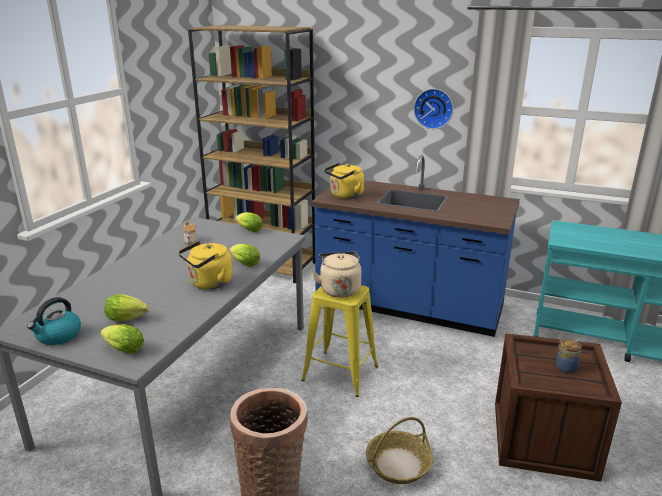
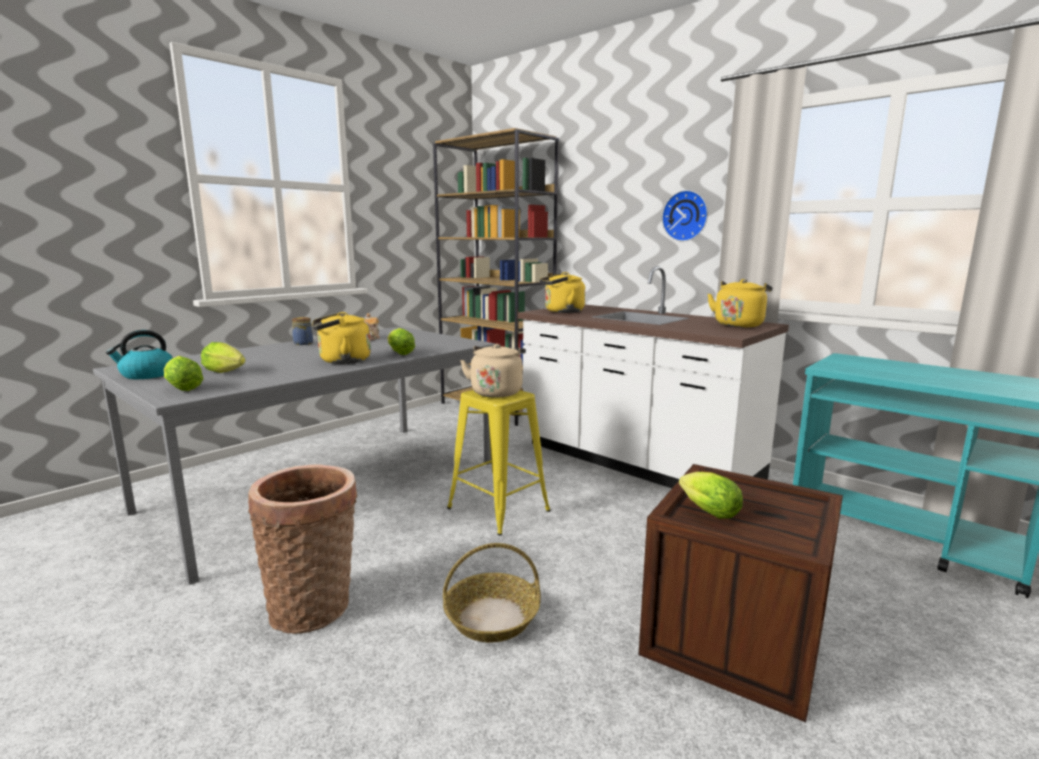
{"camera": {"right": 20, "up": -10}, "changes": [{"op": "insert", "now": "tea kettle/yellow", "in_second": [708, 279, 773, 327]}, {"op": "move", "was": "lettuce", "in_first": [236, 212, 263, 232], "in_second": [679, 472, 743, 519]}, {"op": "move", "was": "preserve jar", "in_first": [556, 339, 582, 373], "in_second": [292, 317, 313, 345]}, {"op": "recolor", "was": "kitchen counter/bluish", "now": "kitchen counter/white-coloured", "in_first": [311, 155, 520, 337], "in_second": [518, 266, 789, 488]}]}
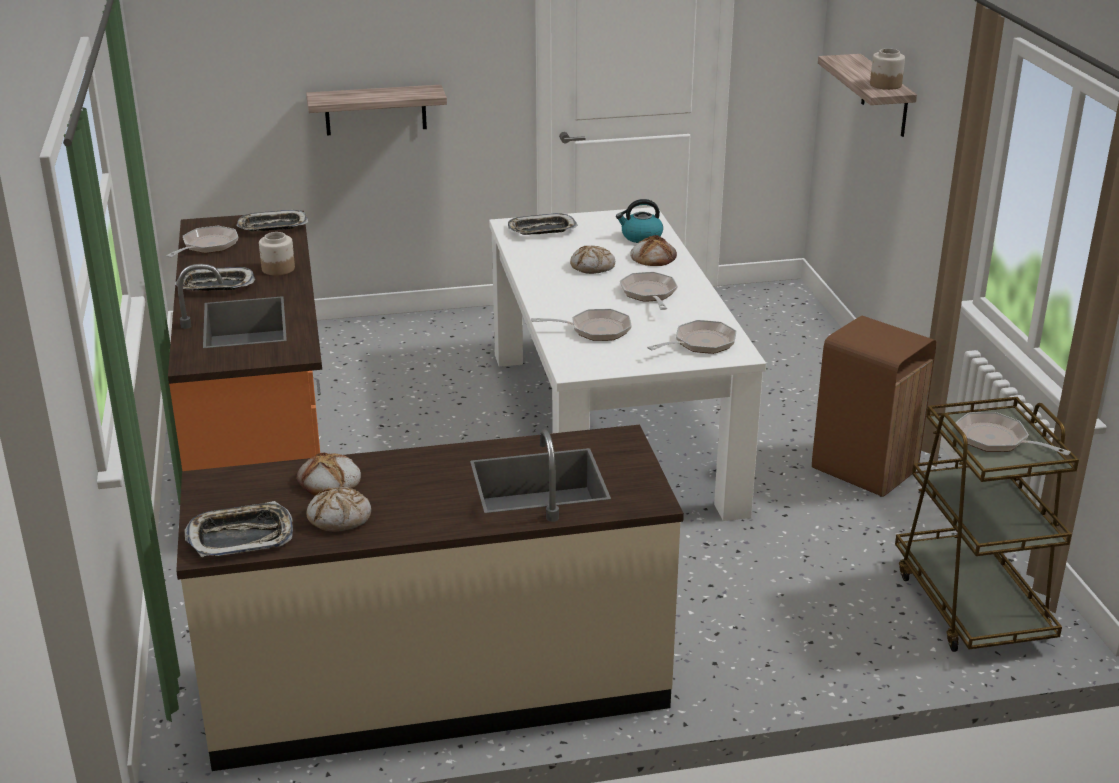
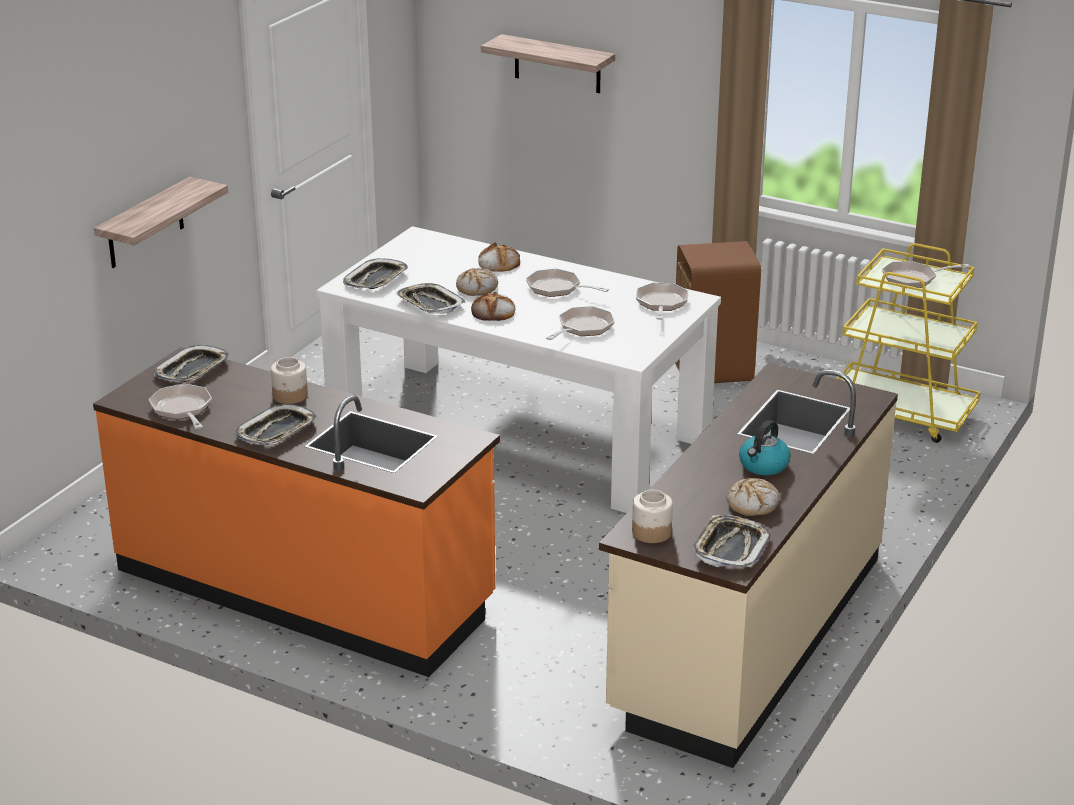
{"camera": {"right": -50, "up": 0}, "changes": [{"op": "insert", "now": "carrying tray", "in_second": [395, 283, 466, 314]}, {"op": "move", "was": "bakery bread", "in_first": [297, 452, 361, 495], "in_second": [471, 291, 515, 321]}, {"op": "move", "was": "tea kettle", "in_first": [616, 199, 663, 243], "in_second": [739, 420, 791, 475]}, {"op": "move", "was": "preserve jar", "in_first": [870, 48, 905, 90], "in_second": [632, 490, 673, 543]}, {"op": "recolor", "was": "wheeled cart/brown-coloured", "now": "wheeled cart/yellow", "in_first": [895, 397, 1079, 652], "in_second": [837, 243, 981, 443]}]}
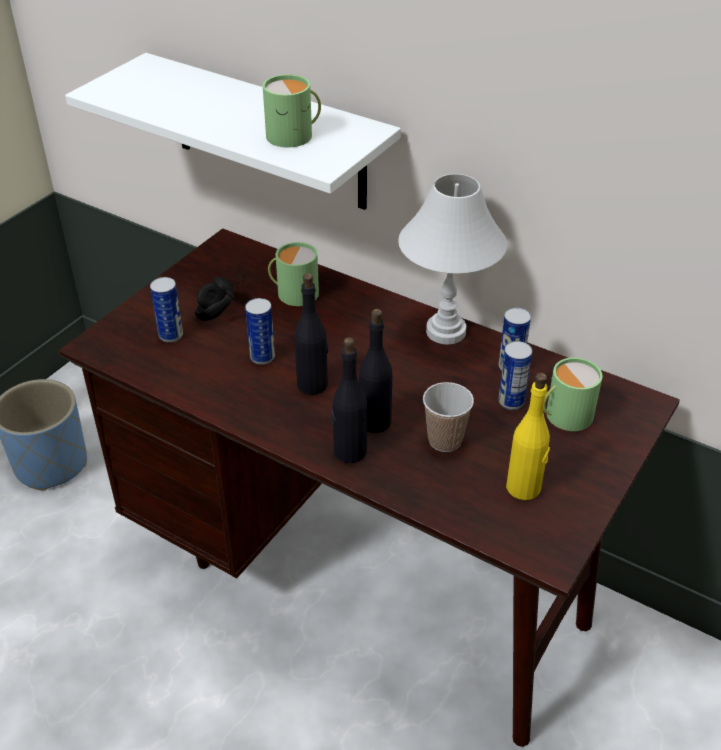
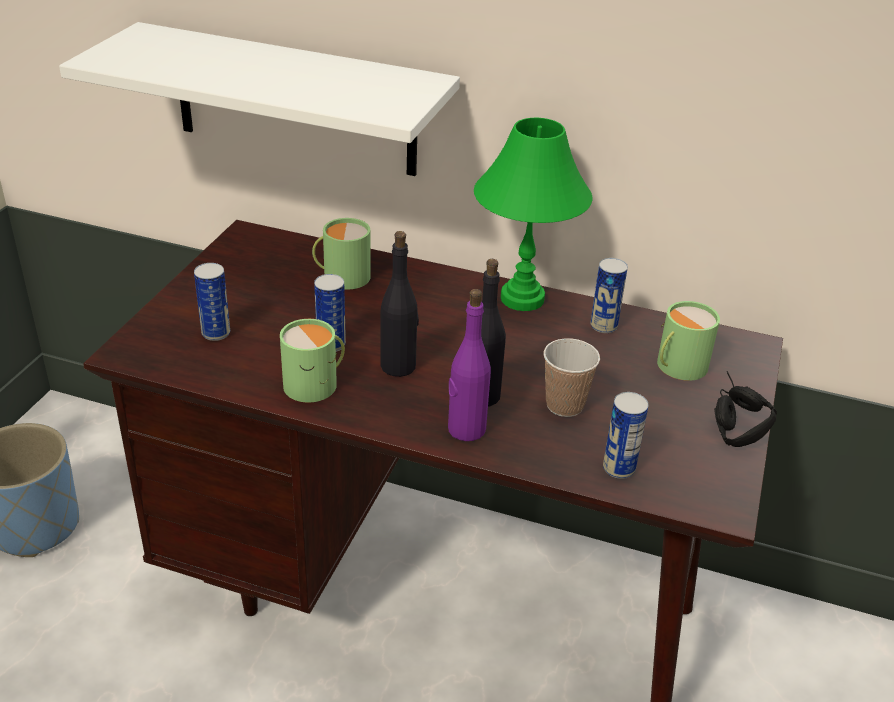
{"camera": {"right": -15, "up": -5}, "changes": [{"op": "delete", "was": "drink bottle/yellow", "in_first": [506, 373, 550, 500]}, {"op": "move", "was": "pair of headphones/black", "in_first": [194, 268, 241, 321], "in_second": [714, 371, 777, 447]}, {"op": "move", "was": "coffee mug/green", "in_first": [263, 74, 321, 147], "in_second": [280, 319, 345, 402]}, {"op": "move", "was": "sealed can", "in_first": [498, 341, 532, 410], "in_second": [603, 392, 649, 479]}, {"op": "recolor", "was": "drink bottle/black", "now": "drink bottle/purple-coloured", "in_first": [331, 337, 367, 463], "in_second": [448, 289, 491, 441]}, {"op": "recolor", "was": "lamp for a table/white-coloured", "now": "lamp for a table/green", "in_first": [398, 174, 507, 345], "in_second": [474, 118, 592, 311]}]}
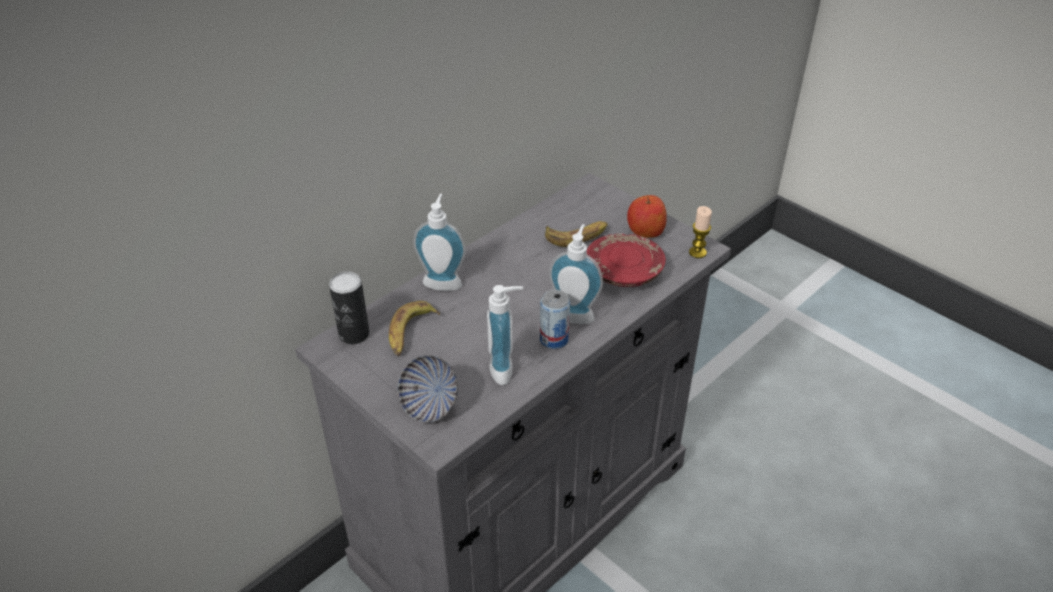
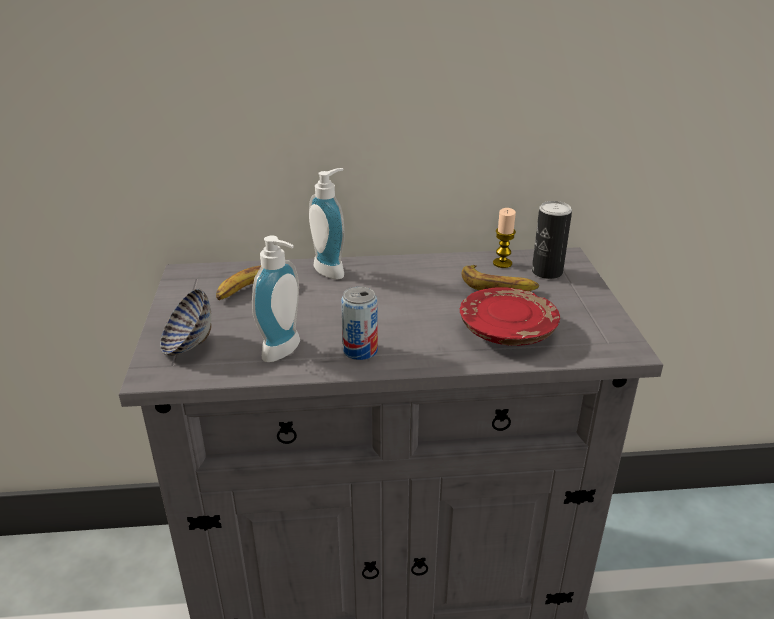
{"camera": {"right": 40, "up": -10}, "changes": [{"op": "delete", "was": "soap bottle", "in_first": [549, 224, 603, 324]}, {"op": "delete", "was": "apple", "in_first": [627, 195, 667, 238]}, {"op": "move", "was": "sealed can", "in_first": [329, 271, 370, 344], "in_second": [532, 201, 572, 279]}, {"op": "move", "was": "wax light", "in_first": [689, 206, 712, 258], "in_second": [493, 208, 516, 268]}]}
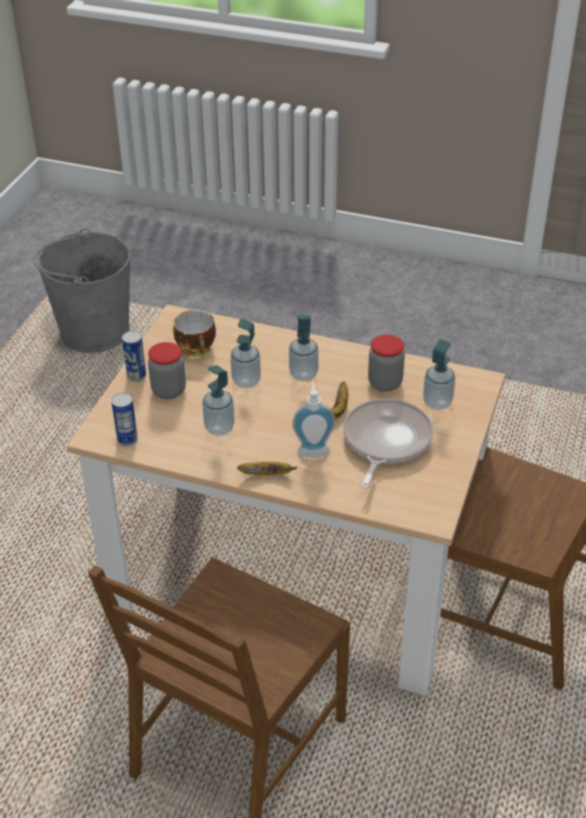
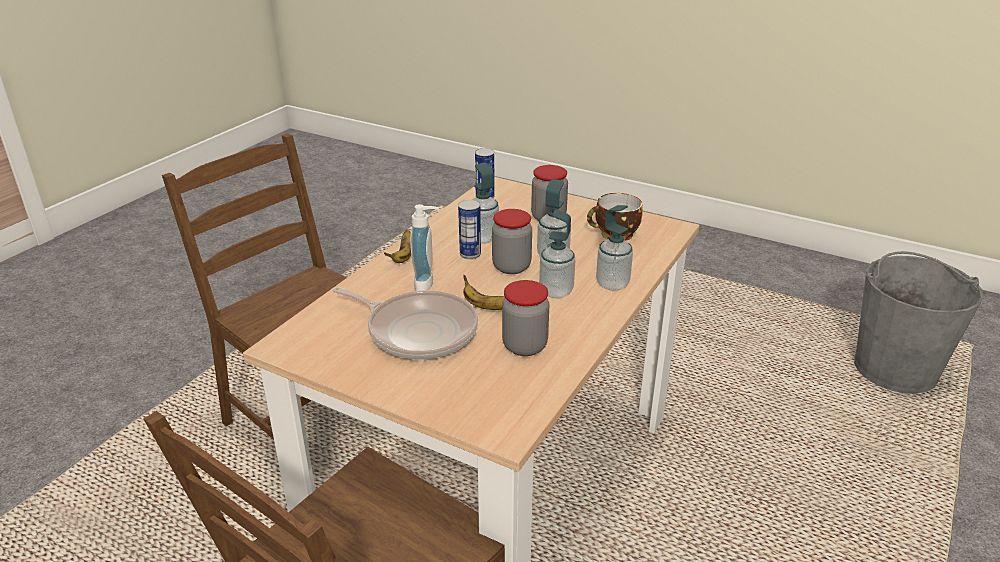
{"camera": {"right": 100, "up": -10}, "changes": [{"op": "insert", "now": "preserve jar", "in_second": [492, 209, 532, 274]}, {"op": "move", "was": "sealed can", "in_first": [122, 331, 146, 382], "in_second": [458, 200, 481, 259]}, {"op": "move", "was": "soap bottle", "in_first": [423, 339, 455, 410], "in_second": [596, 205, 633, 291]}]}
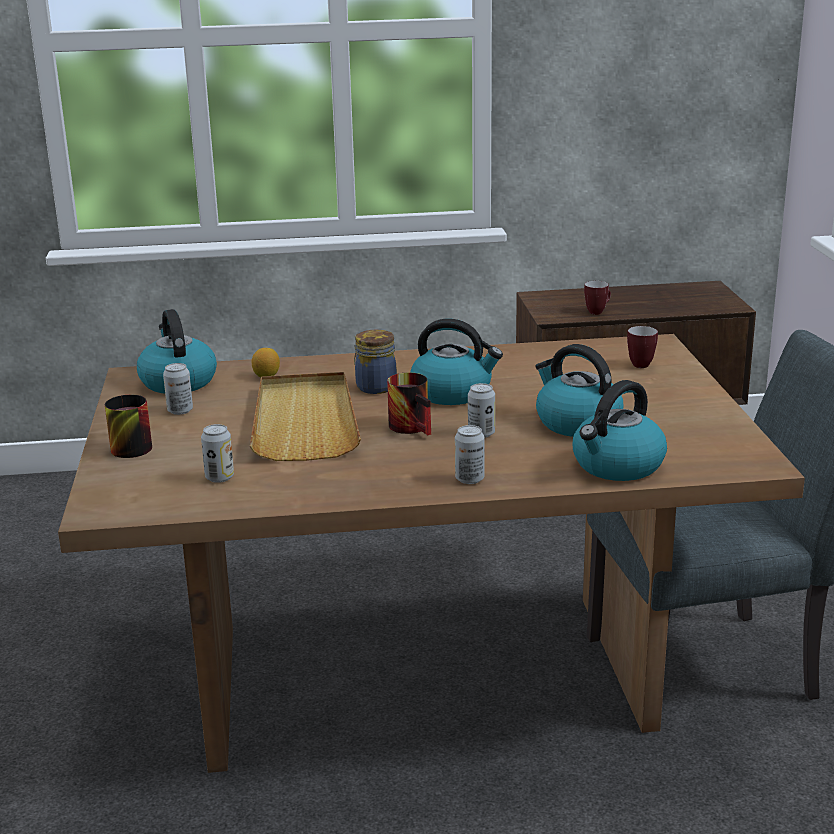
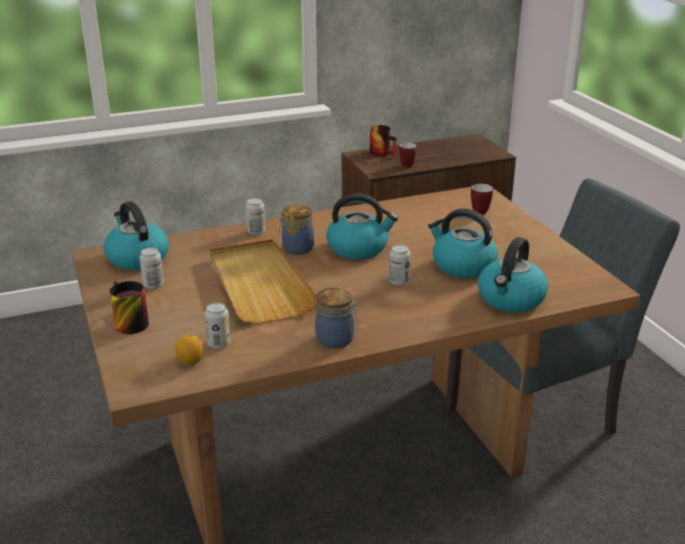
{"camera": {"right": -15, "up": 5}, "changes": [{"op": "insert", "now": "preserve jar", "in_second": [315, 287, 358, 349]}, {"op": "move", "was": "citrus fruit", "in_first": [252, 348, 280, 377], "in_second": [175, 335, 203, 366]}, {"op": "move", "was": "coffee mug", "in_first": [387, 373, 431, 435], "in_second": [370, 125, 396, 156]}, {"op": "move", "was": "sealed can", "in_first": [455, 425, 485, 484], "in_second": [245, 198, 265, 235]}]}
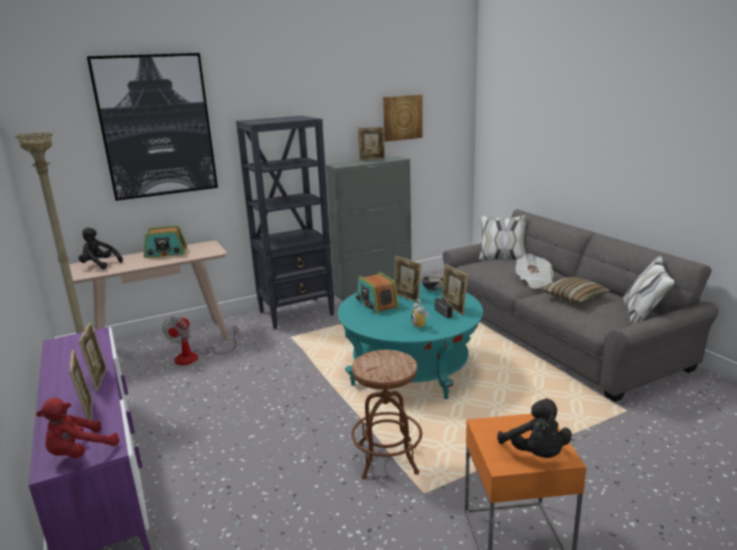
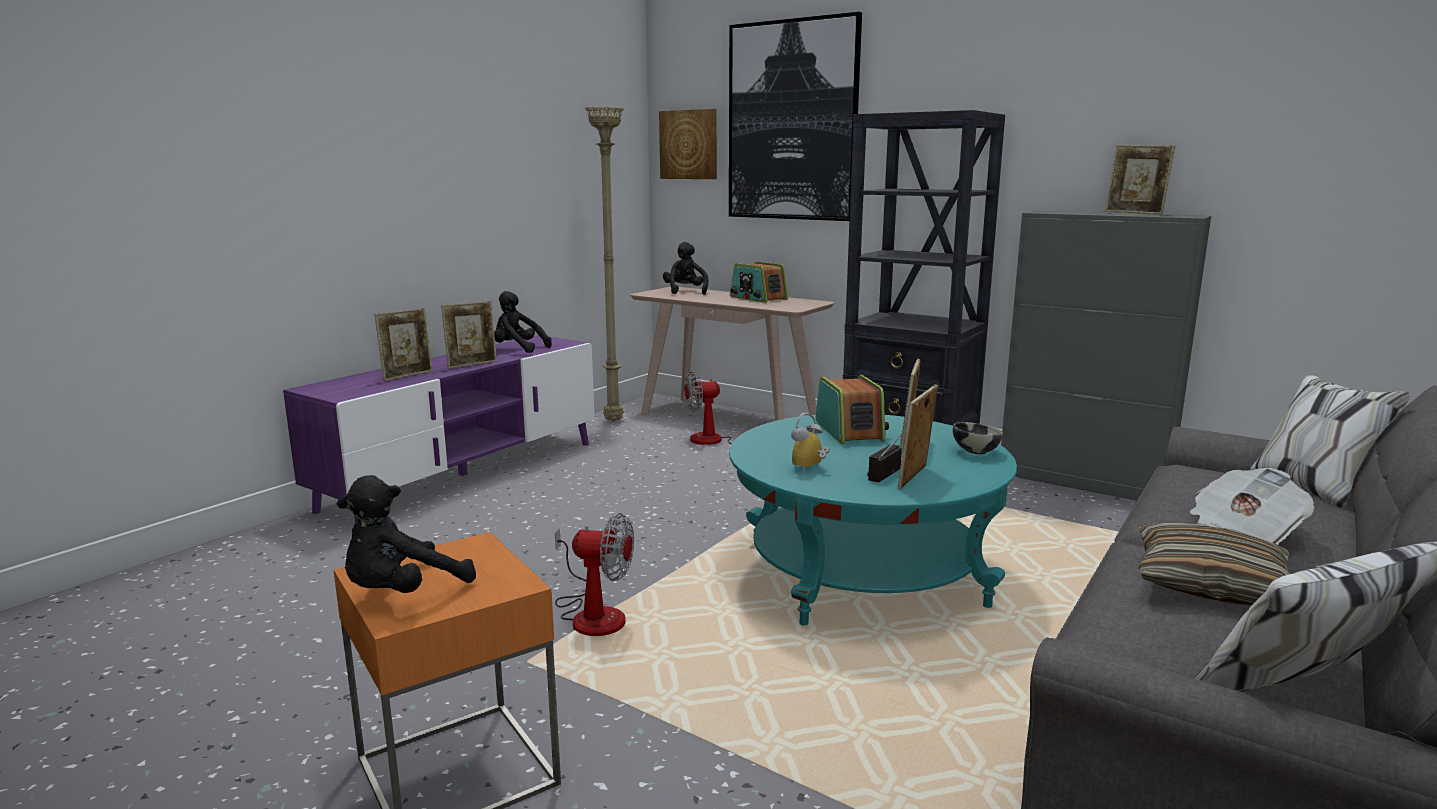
{"camera": {"right": 60, "up": -5}, "changes": [{"op": "delete", "was": "soft toy/reddish", "in_first": [36, 398, 119, 458]}, {"op": "insert", "now": "soft toy/black", "in_second": [494, 291, 552, 353]}, {"op": "move", "was": "wall art", "in_first": [383, 94, 423, 142], "in_second": [659, 109, 717, 179]}, {"op": "replace", "was": "sitting stool/brown-coloured", "now": "electric fan", "in_first": [351, 350, 422, 479], "in_second": [555, 513, 634, 636]}, {"op": "rotate", "was": "radio set", "in_first": [356, 272, 399, 314], "in_second": [816, 375, 889, 444], "clockwise": 135}]}
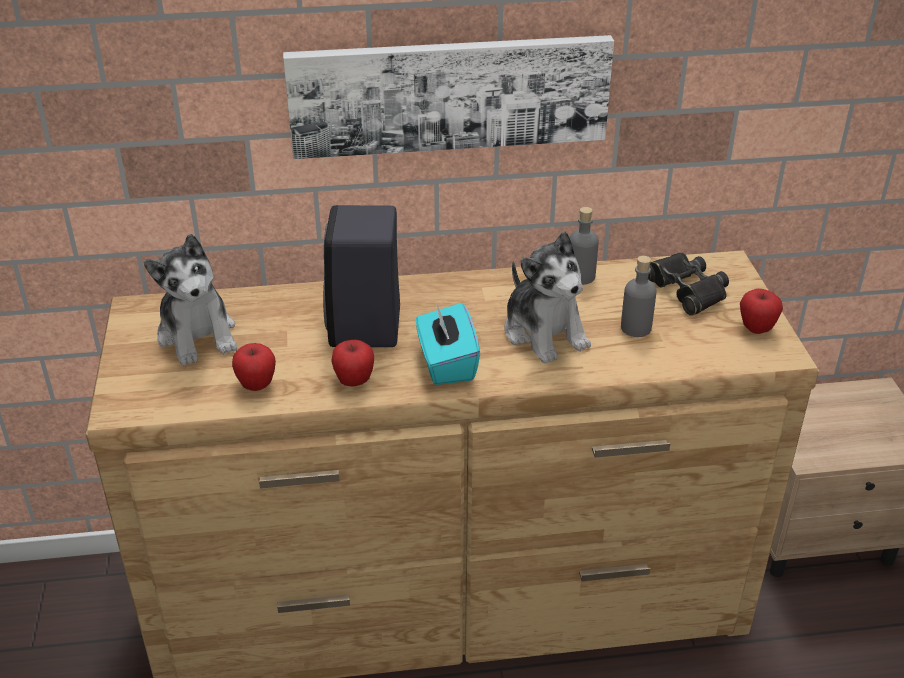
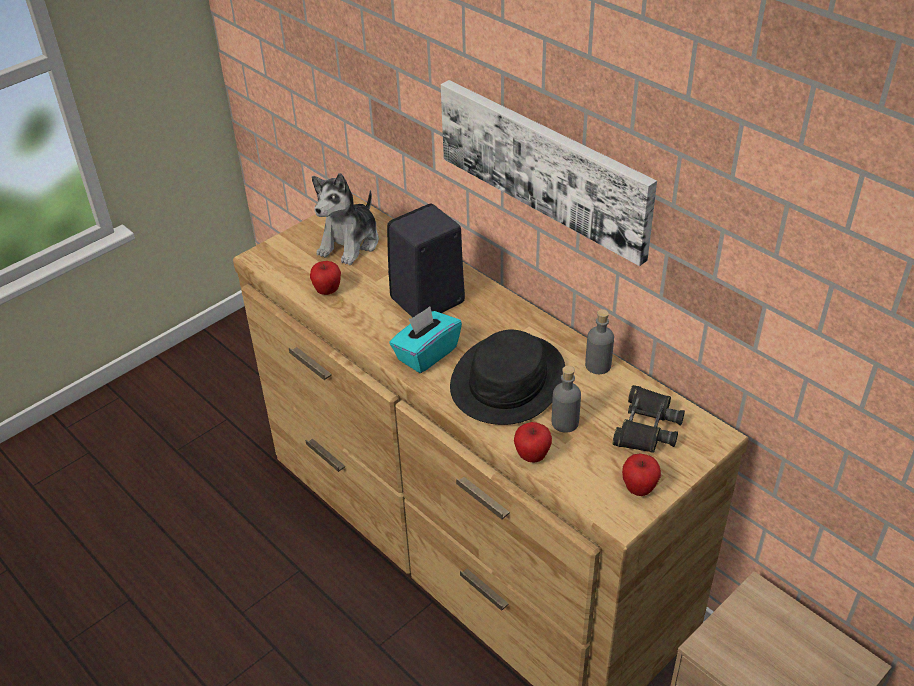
{"camera": {"right": 55, "up": 5}, "changes": [{"op": "move", "was": "apple", "in_first": [331, 340, 374, 387], "in_second": [514, 422, 552, 463]}, {"op": "replace", "was": "soft toy", "now": "clothing hat/black", "in_first": [504, 231, 591, 363], "in_second": [450, 329, 565, 425]}]}
